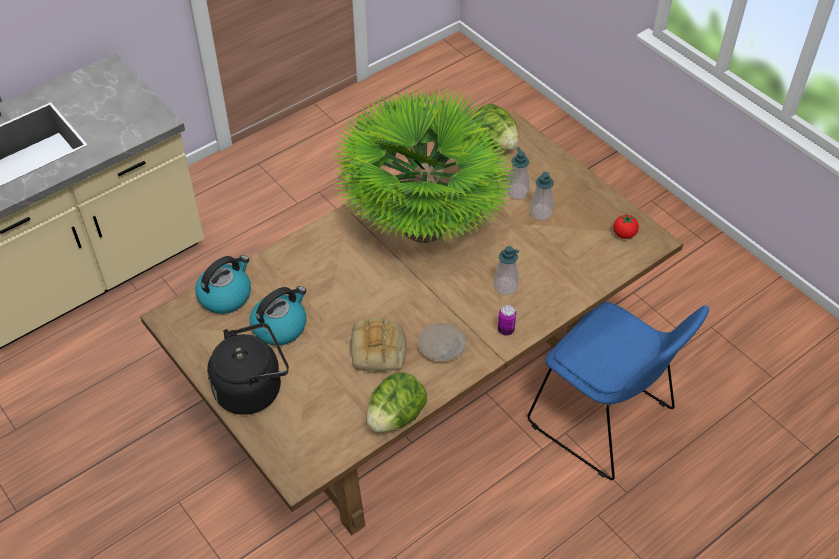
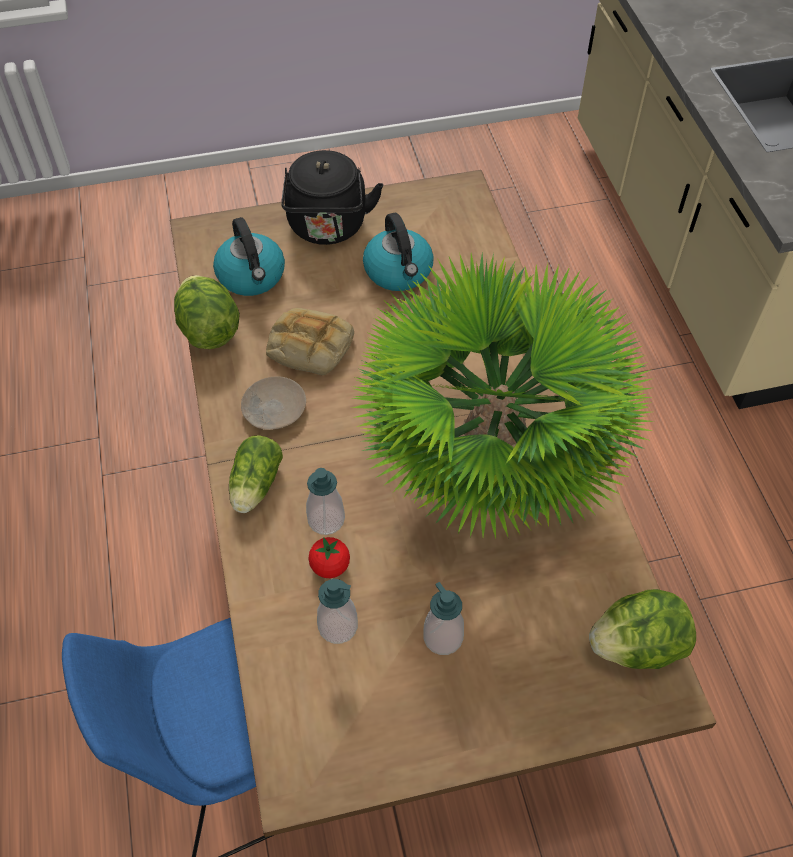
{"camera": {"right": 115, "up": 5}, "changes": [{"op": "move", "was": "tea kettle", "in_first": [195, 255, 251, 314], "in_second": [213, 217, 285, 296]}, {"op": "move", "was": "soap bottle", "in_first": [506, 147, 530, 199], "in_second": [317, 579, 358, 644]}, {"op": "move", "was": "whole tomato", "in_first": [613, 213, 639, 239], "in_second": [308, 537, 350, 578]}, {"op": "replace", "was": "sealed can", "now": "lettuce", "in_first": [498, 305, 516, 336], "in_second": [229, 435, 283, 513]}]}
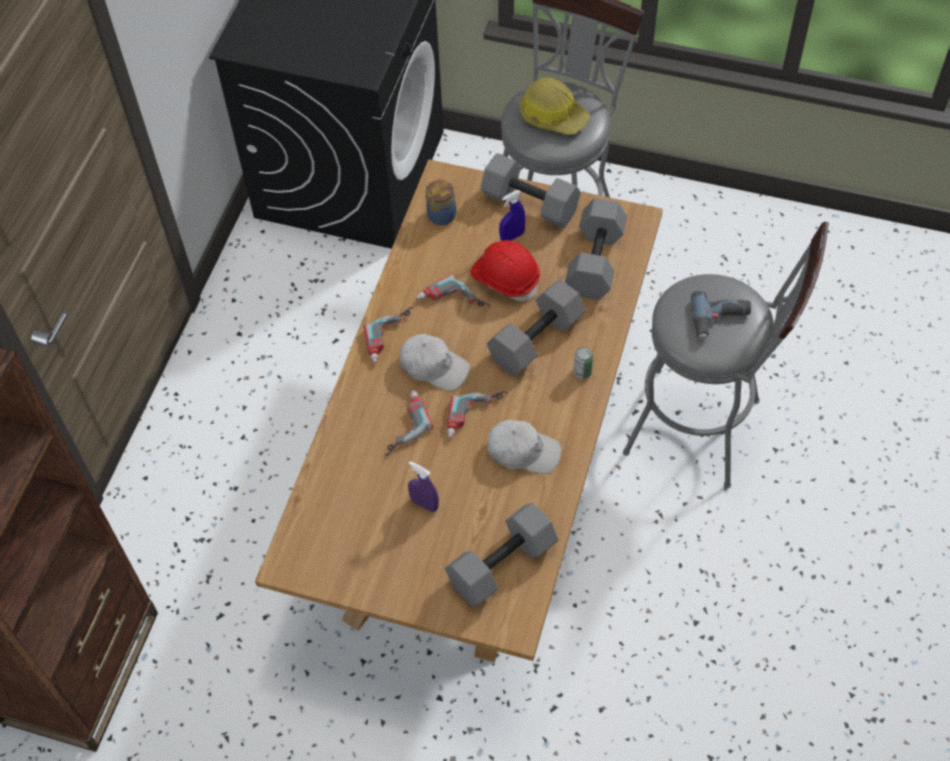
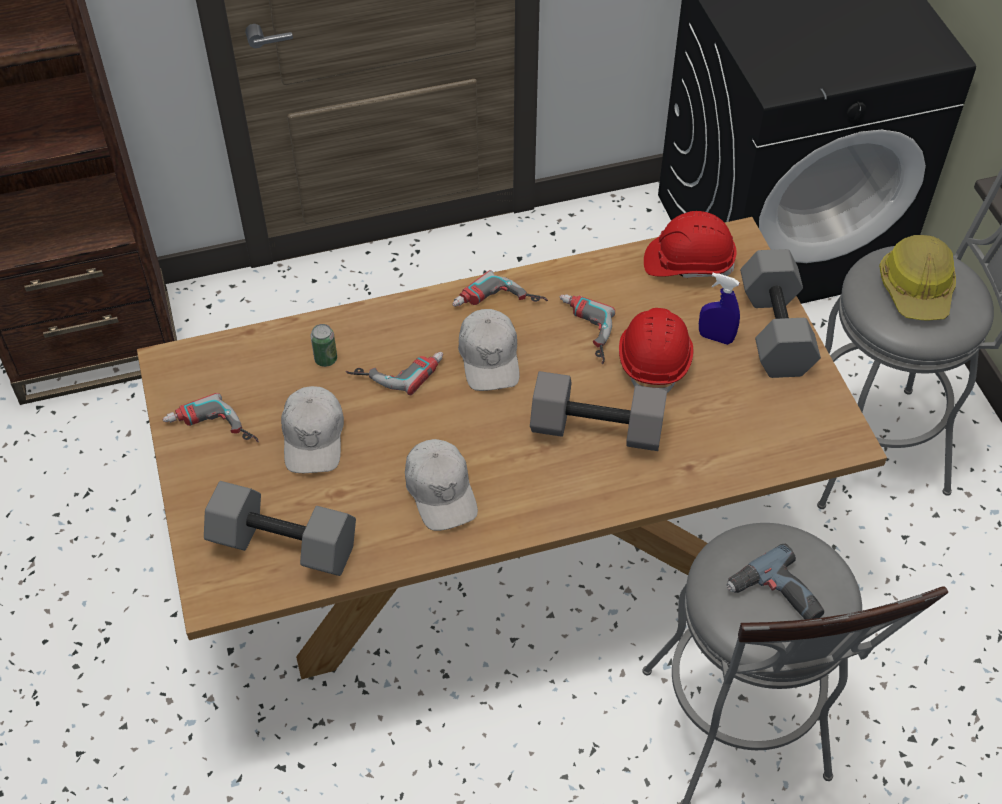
{"camera": {"right": 55, "up": -5}, "changes": [{"op": "delete", "was": "free weight/greyish", "in_first": [565, 198, 627, 300]}, {"op": "move", "was": "electric drill", "in_first": [447, 391, 508, 438], "in_second": [163, 393, 259, 442]}, {"op": "move", "was": "sealed can", "in_first": [574, 347, 593, 379], "in_second": [311, 324, 337, 367]}, {"op": "replace", "was": "sprayer/purple-coloured", "now": "peaked cap/white-coloured", "in_first": [408, 461, 439, 512], "in_second": [281, 386, 344, 473]}, {"op": "replace", "was": "preserve jar", "now": "hard hat/reddish", "in_first": [425, 180, 456, 225], "in_second": [644, 211, 737, 278]}]}
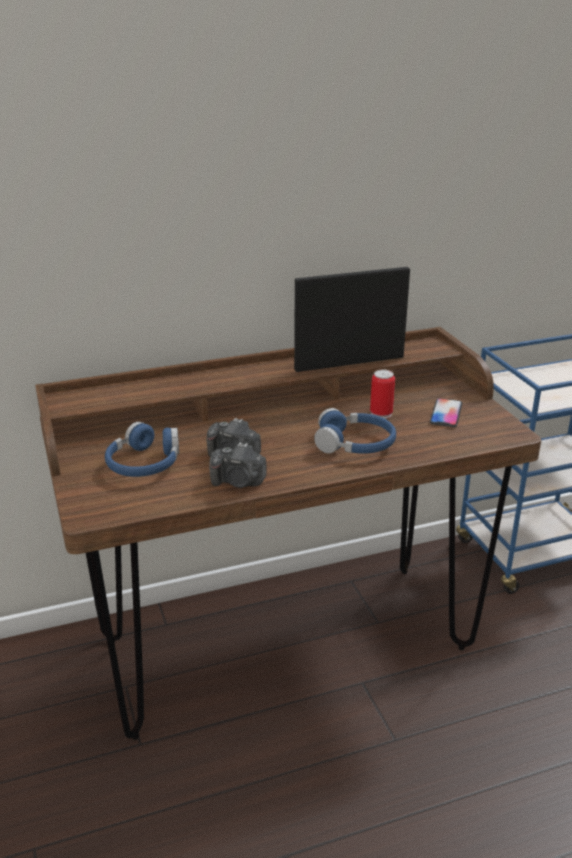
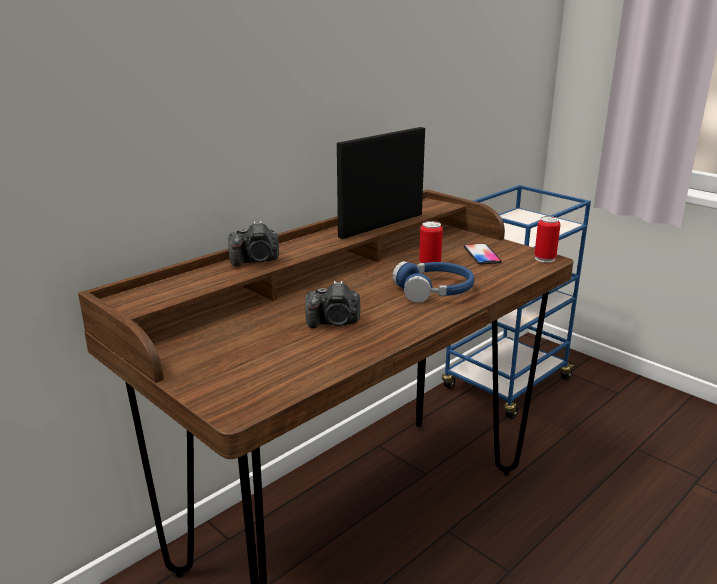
{"camera": {"right": -25, "up": -5}, "changes": [{"op": "delete", "was": "pair of headphones/bluish", "in_first": [105, 422, 179, 477]}, {"op": "insert", "now": "sealed can", "in_second": [534, 216, 560, 263]}, {"op": "move", "was": "photo camera", "in_first": [209, 442, 267, 488], "in_second": [228, 221, 279, 266]}]}
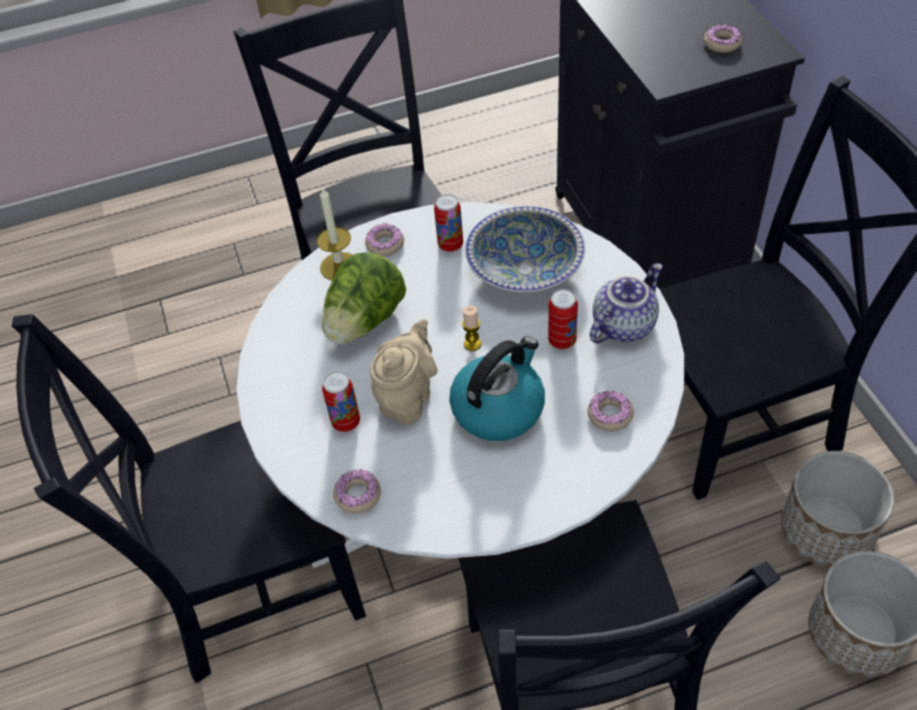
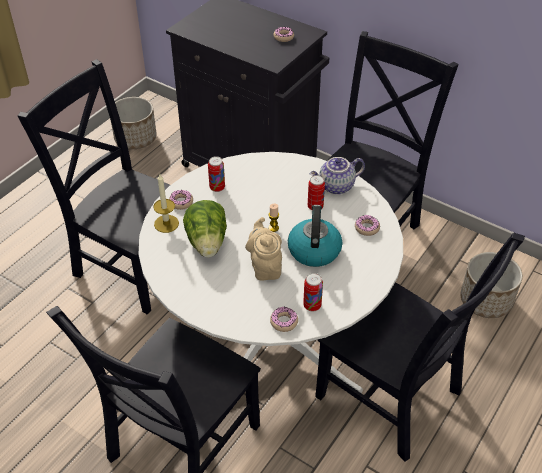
{"camera": {"right": -40, "up": -5}, "changes": [{"op": "delete", "was": "deep dish", "in_first": [465, 206, 585, 293]}, {"op": "move", "was": "sealed can", "in_first": [322, 372, 360, 432], "in_second": [303, 273, 323, 311]}, {"op": "move", "was": "planter", "in_first": [781, 451, 895, 568], "in_second": [111, 97, 157, 149]}, {"op": "rotate", "was": "teapot", "in_first": [590, 263, 663, 344], "in_second": [310, 157, 365, 195], "clockwise": -120}]}
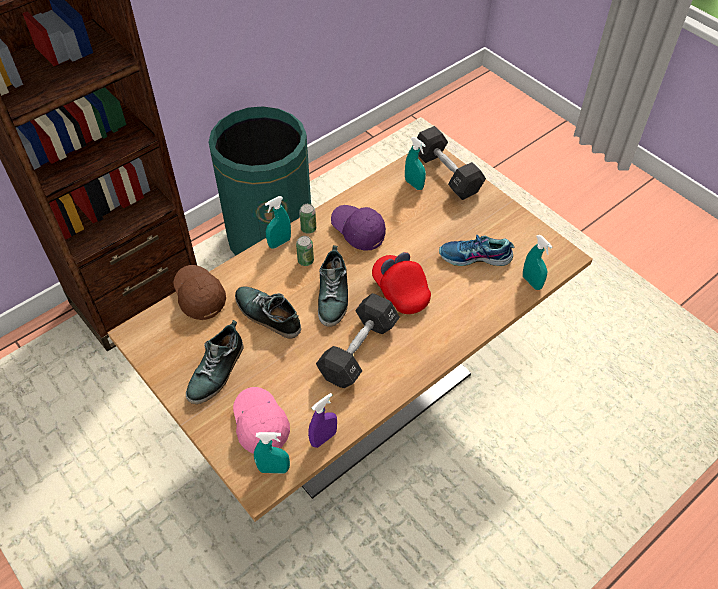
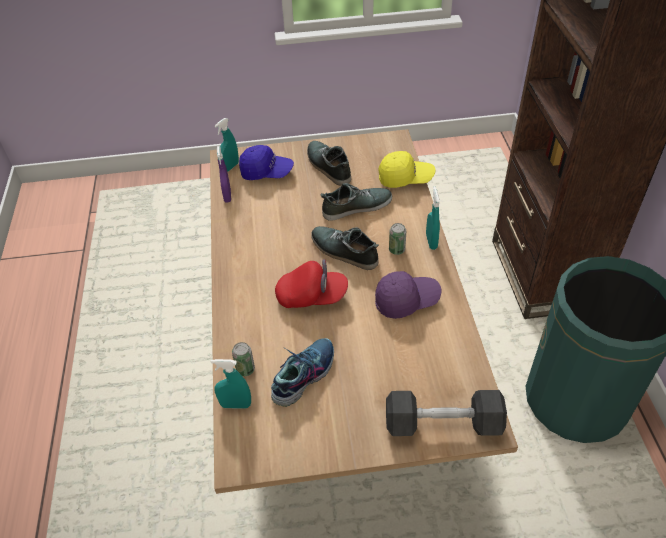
{"camera": {"right": 125, "up": -5}, "changes": [{"op": "delete", "was": "free weight/black", "in_first": [316, 293, 400, 388]}, {"op": "delete", "was": "sprayer/turquoise-coloured", "in_first": [405, 137, 426, 190]}, {"op": "move", "was": "sealed can", "in_first": [299, 204, 316, 234], "in_second": [232, 342, 255, 376]}, {"op": "recolor", "was": "peaked cap/brown-coloured", "now": "peaked cap/yellow", "in_first": [173, 265, 226, 320], "in_second": [378, 151, 436, 188]}, {"op": "recolor", "was": "peaked cap/pinkish", "now": "peaked cap/bluish", "in_first": [233, 387, 290, 454], "in_second": [239, 145, 294, 180]}]}
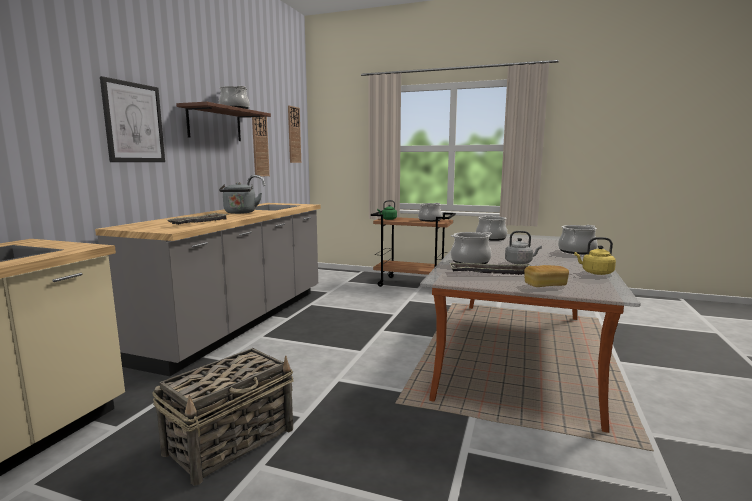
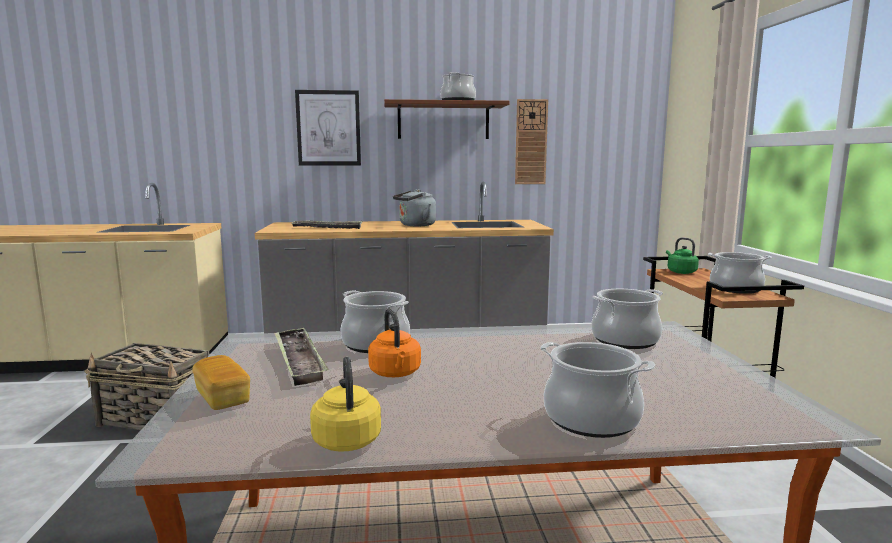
{"camera": {"right": 65, "up": 0}, "changes": [{"op": "delete", "was": "wall clock", "in_first": [288, 105, 301, 163]}, {"op": "recolor", "was": "tea kettle/greyish", "now": "tea kettle/orange", "in_first": [505, 231, 542, 264], "in_second": [368, 308, 421, 377]}]}
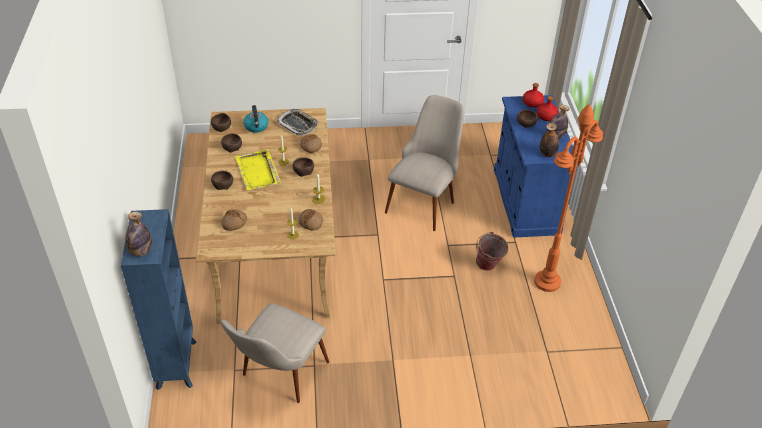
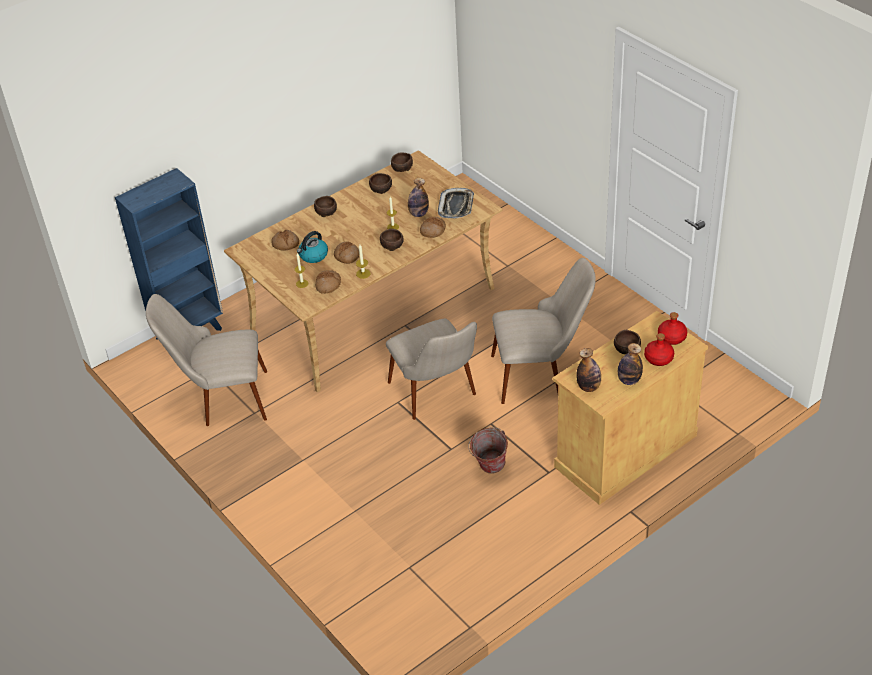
{"camera": {"right": 60, "up": 0}, "changes": [{"op": "delete", "was": "carrying tray/yellow", "in_first": [235, 149, 281, 190]}, {"op": "delete", "was": "standing lamp/orange", "in_first": [534, 104, 603, 292]}, {"op": "insert", "now": "bakery bread", "in_second": [334, 241, 359, 264]}, {"op": "insert", "now": "plain chair/beige", "in_second": [386, 319, 477, 420]}, {"op": "move", "was": "drink bottle", "in_first": [126, 212, 152, 256], "in_second": [408, 178, 429, 217]}, {"op": "move", "was": "tea kettle", "in_first": [243, 105, 268, 133], "in_second": [297, 231, 328, 263]}, {"op": "recolor", "was": "cabinet/bluish", "now": "cabinet/beige", "in_first": [494, 95, 578, 238], "in_second": [553, 311, 708, 505]}]}
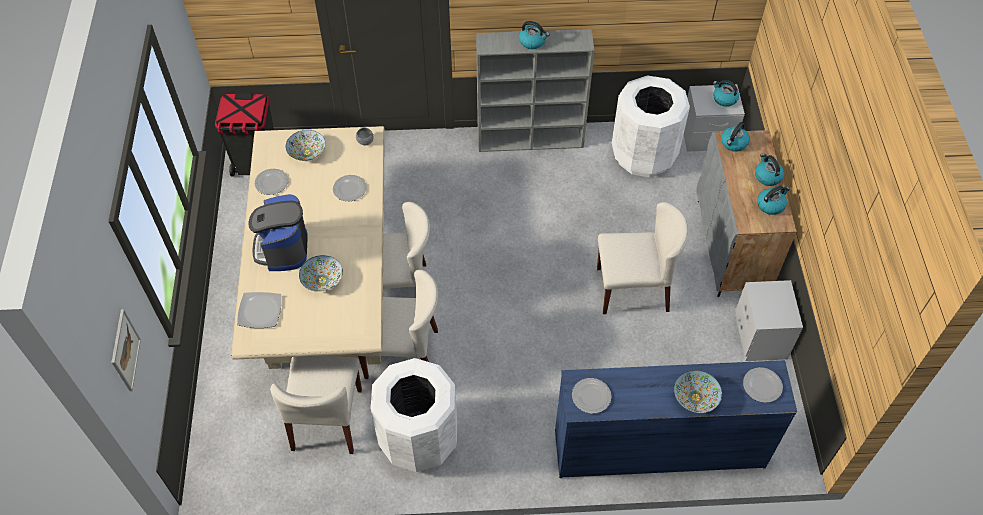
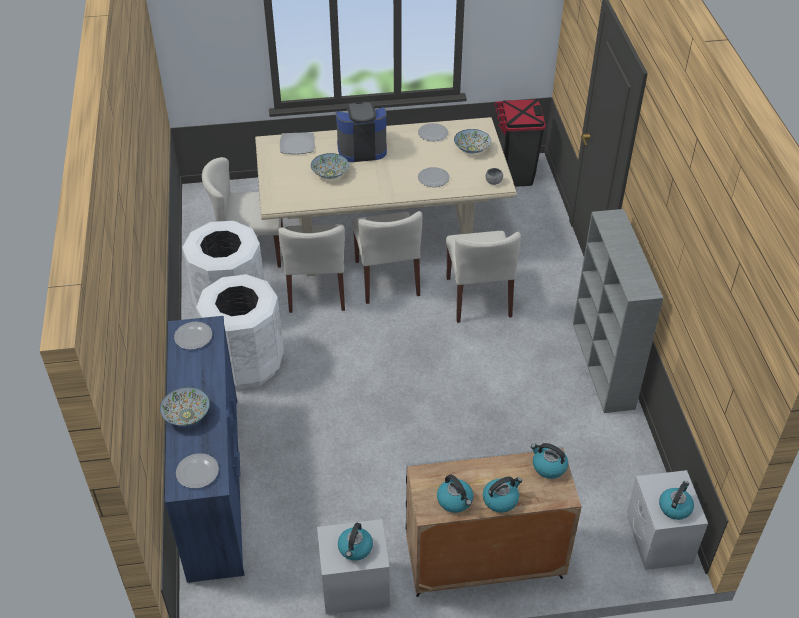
{"camera": {"right": 85, "up": -10}, "changes": [{"op": "delete", "was": "wall art", "in_first": [111, 309, 141, 391]}, {"op": "move", "was": "tea kettle", "in_first": [519, 21, 550, 49], "in_second": [338, 523, 373, 561]}, {"op": "move", "was": "plain chair/beige", "in_first": [597, 202, 689, 314], "in_second": [446, 231, 521, 323]}, {"op": "move", "was": "trash can/white-coloured", "in_first": [612, 75, 690, 177], "in_second": [196, 274, 284, 389]}]}
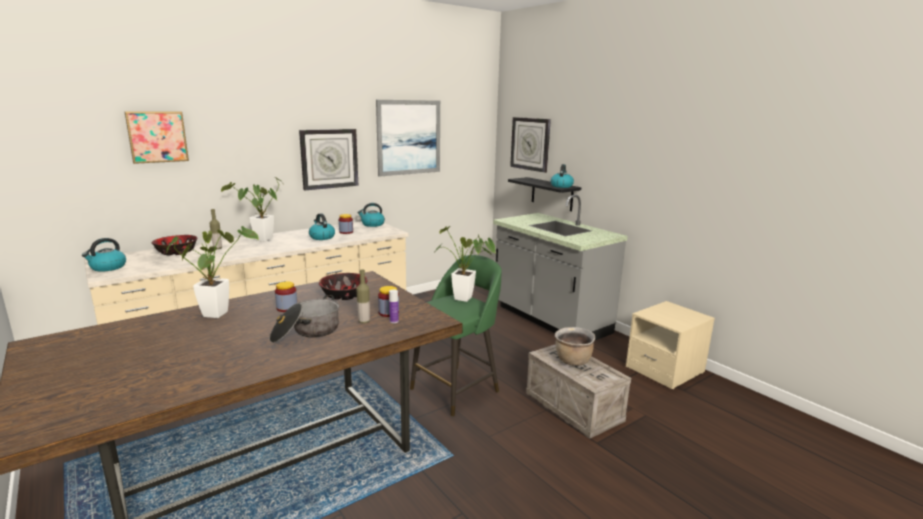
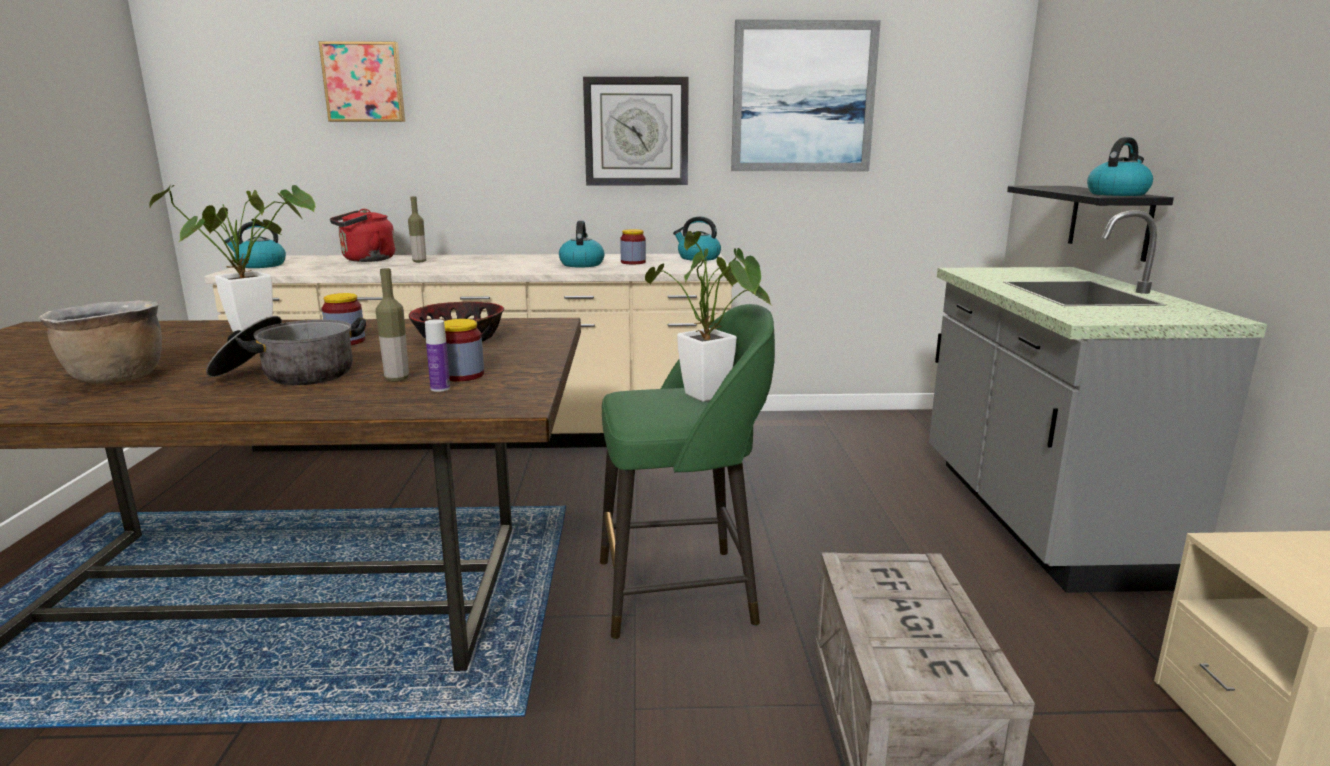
{"camera": {"right": 35, "up": 0}, "changes": [{"op": "delete", "was": "plant in a pot", "in_first": [221, 177, 284, 242]}, {"op": "delete", "was": "wall clock", "in_first": [510, 117, 551, 173]}, {"op": "move", "was": "cooking pot/brown-coloured", "in_first": [555, 327, 595, 366], "in_second": [40, 300, 162, 384]}, {"op": "replace", "was": "deep dish", "now": "tea kettle/reddish", "in_first": [151, 235, 198, 256], "in_second": [330, 209, 395, 262]}]}
